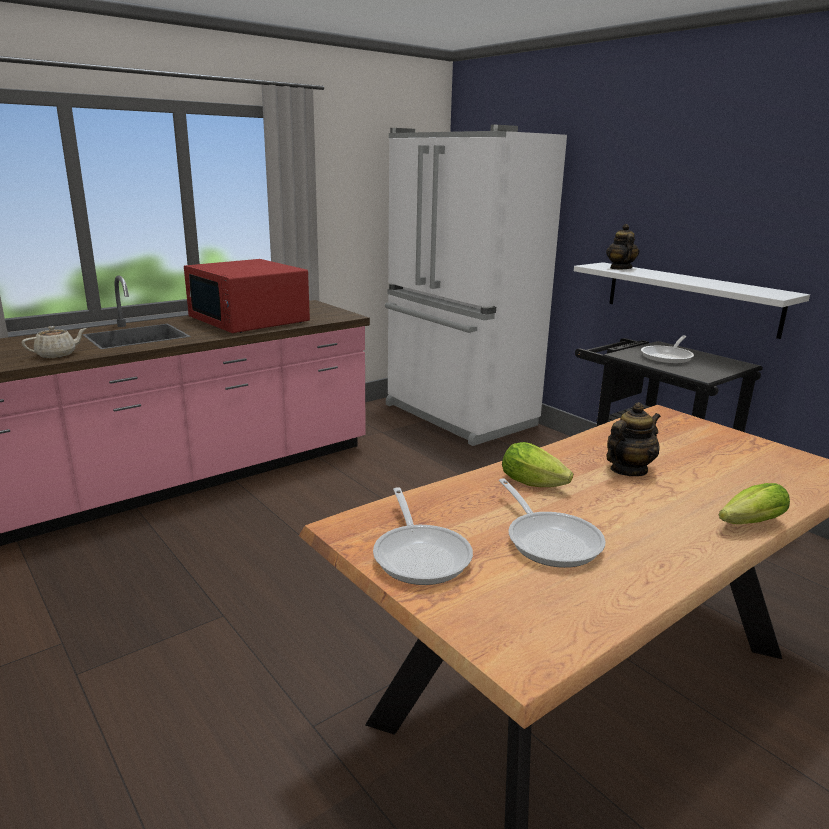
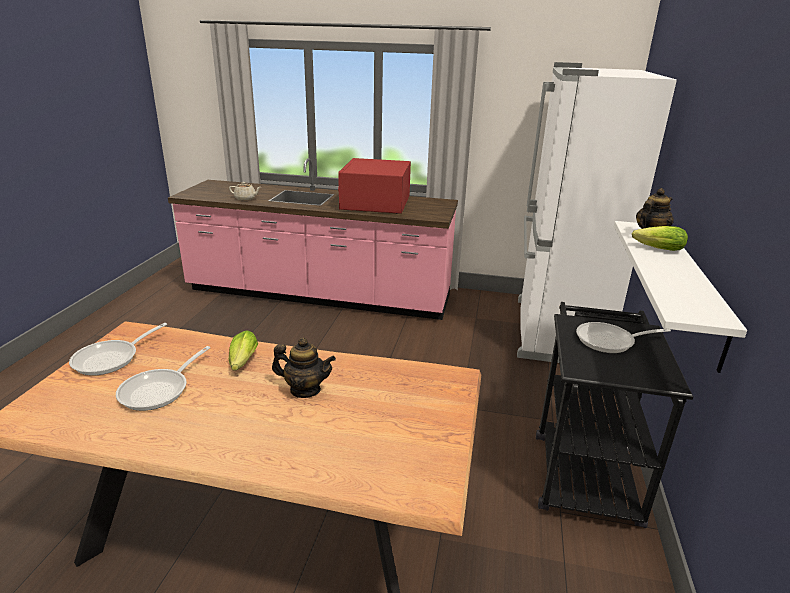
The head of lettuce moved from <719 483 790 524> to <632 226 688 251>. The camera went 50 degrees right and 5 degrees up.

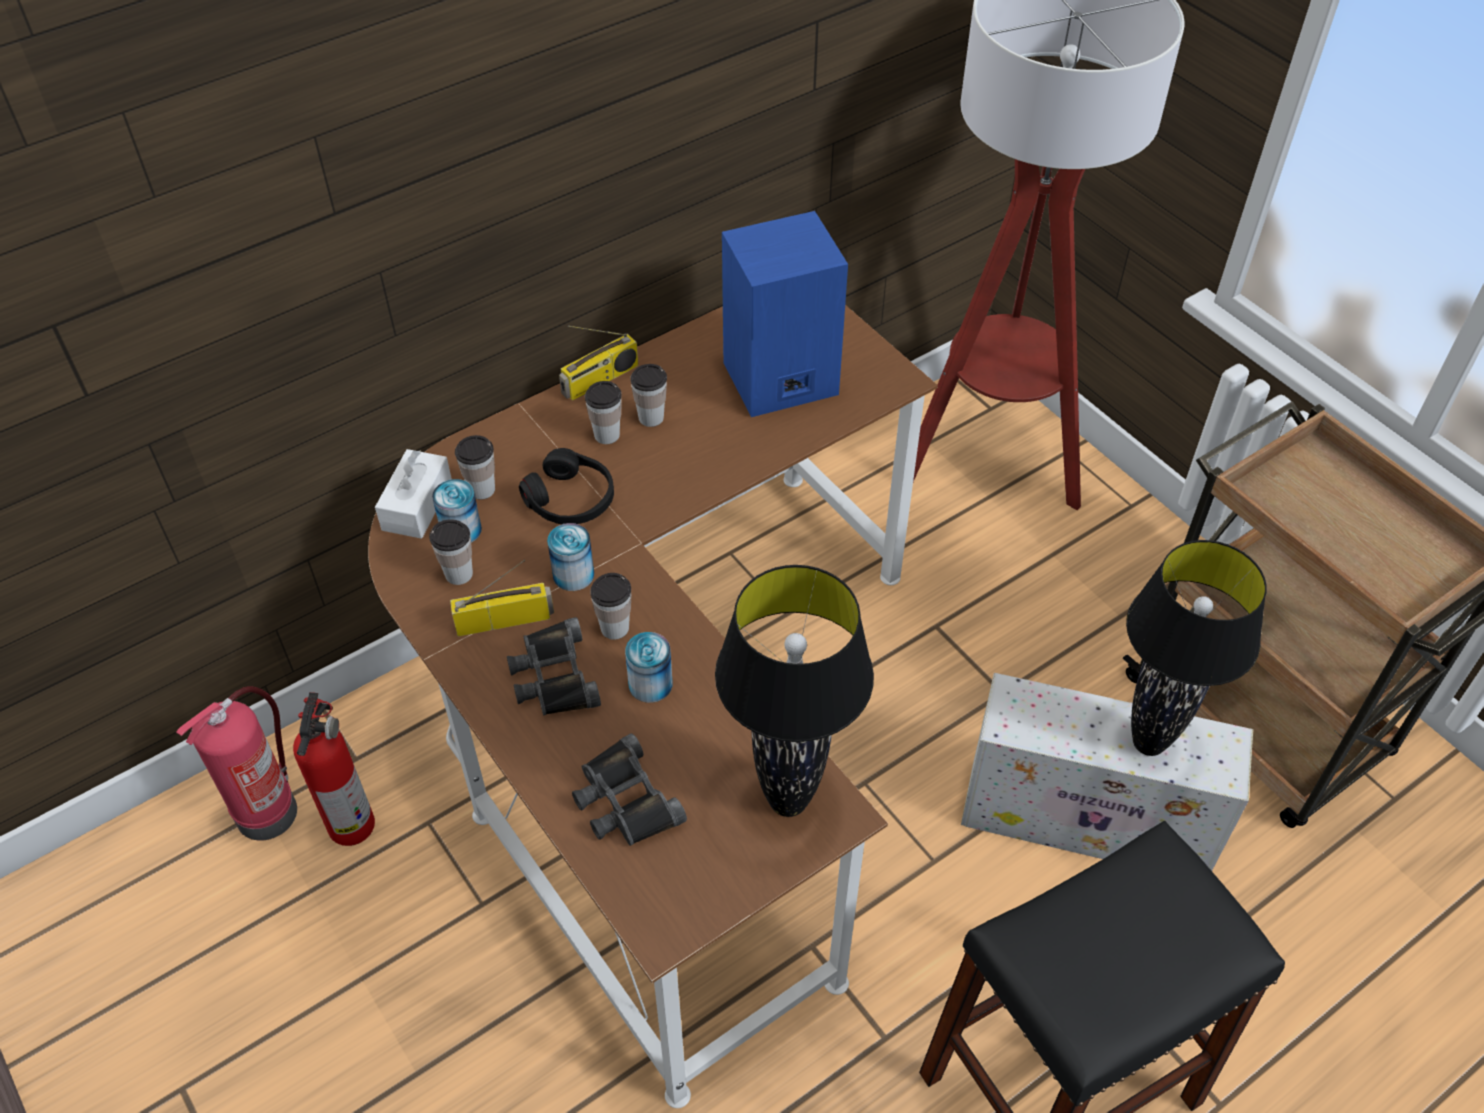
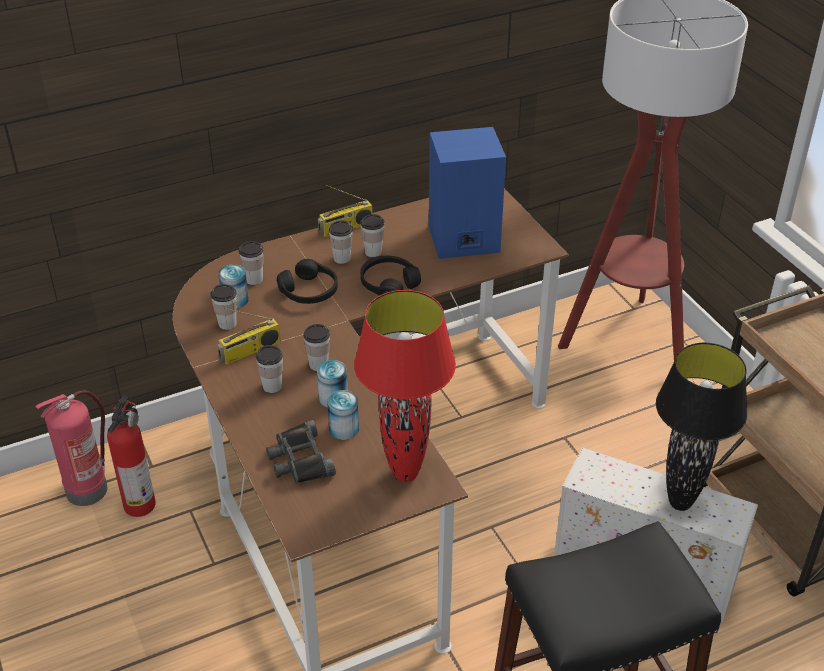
The white-coloured box of tissues at <375 449 452 539> disappeared. The black headset at <360 256 421 296> appeared. The sealed can moved from <547 523 594 591> to <327 390 359 440>. The black pair of binoculars at <507 617 601 716> was replaced by the small cup at <256 345 283 393>. The black tabletop lamp at <715 565 874 817> became the red-coloured tabletop lamp at <354 290 456 482>. The radio receiver at <450 560 554 637> turned 150 degrees clockwise. The camera went 10 degrees right and 10 degrees down.

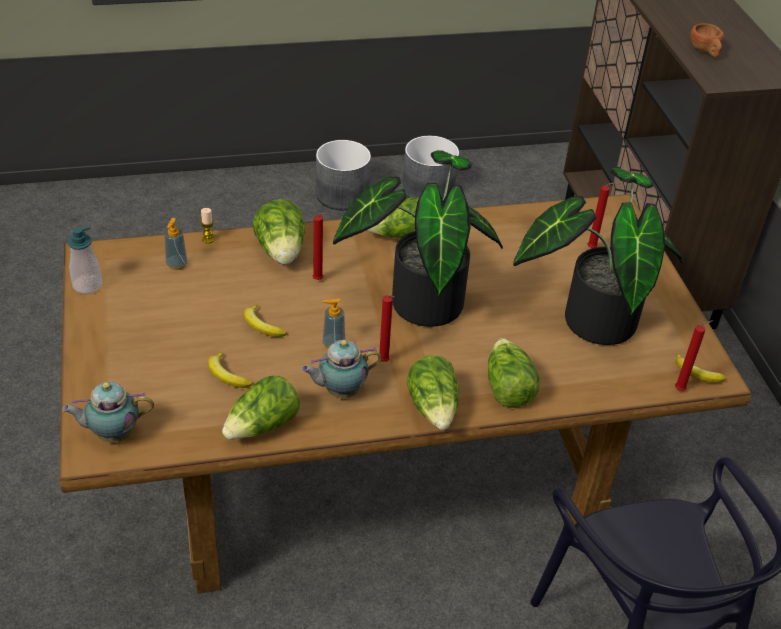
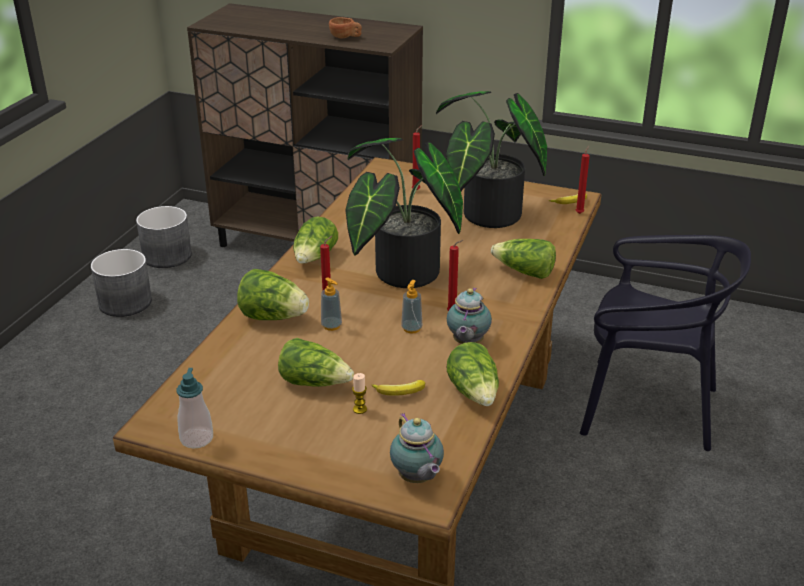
The banana at <244 305 287 337> disappeared. The soap bottle moved from <164 218 188 270> to <321 277 342 331>. The candle moved from <201 208 215 244> to <352 373 367 414>. The grey planter moved from <316 140 371 211> to <136 206 192 268>. The head of lettuce moved from <407 355 459 430> to <278 338 354 387>. The tea pot at <62 382 154 442> turned 45 degrees counterclockwise. The camera went 55 degrees left and 10 degrees down.

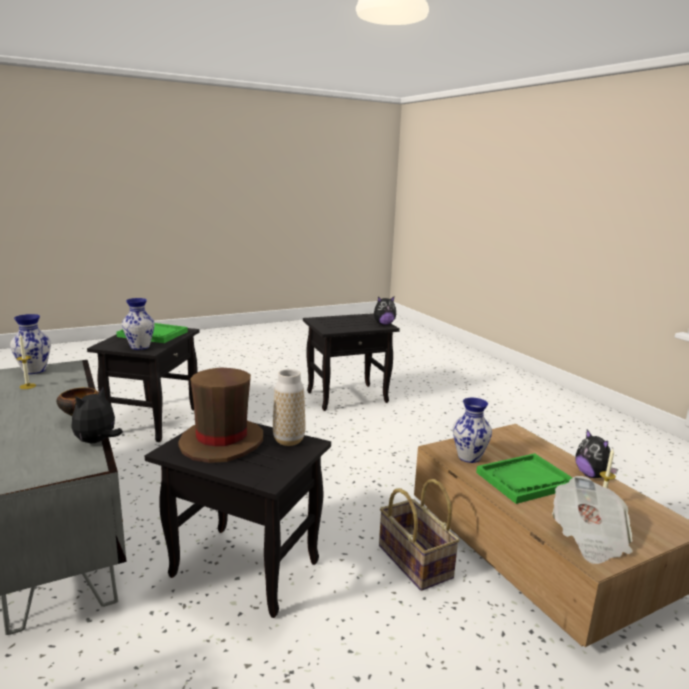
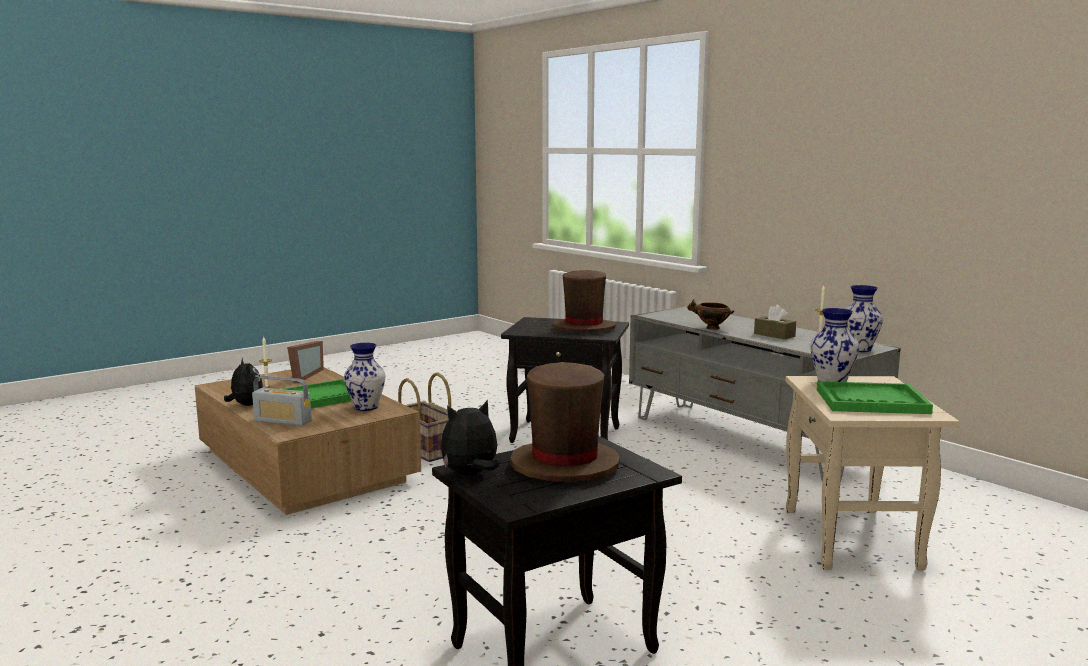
The cuddly toy at <71 387 123 443> disappeared. The decorative vase at <273 369 306 446> disappeared. The radio receiver at <252 376 312 426> appeared. The brown-coloured hat at <510 362 620 482> appeared. The brown-coloured box of tissues at <754 305 796 340> appeared. The newspaper at <552 476 633 564> was replaced by the standing frame at <287 341 324 383>. The black accent table at <87 328 200 442> became the sand-coloured accent table at <785 376 959 570>. The camera went 170 degrees right and 5 degrees down.

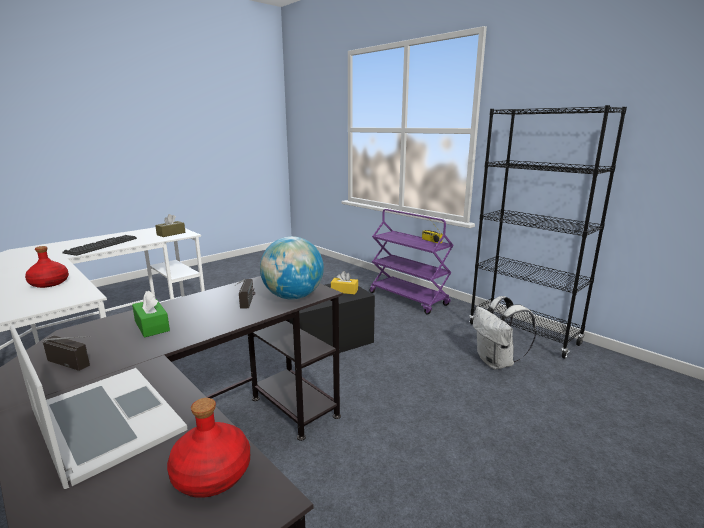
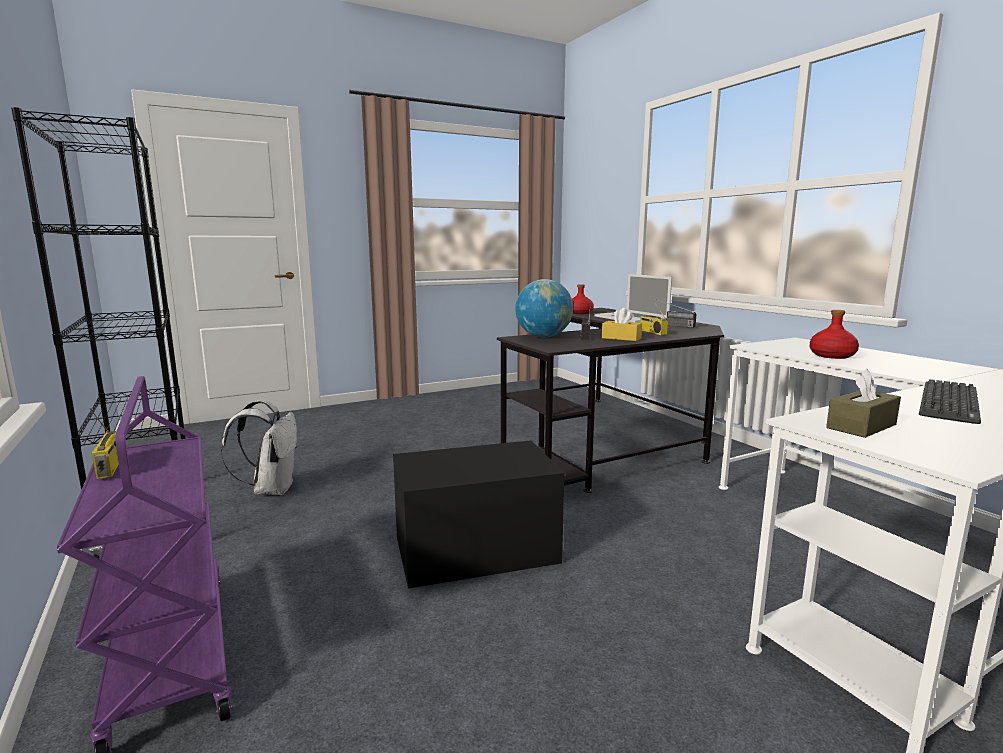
The yellow box of tissues moved from <331 271 358 294> to <602 308 642 341>. The green box of tissues at <132 290 170 338> was replaced by the radio receiver at <640 296 668 335>. The camera went 165 degrees left and 5 degrees down.

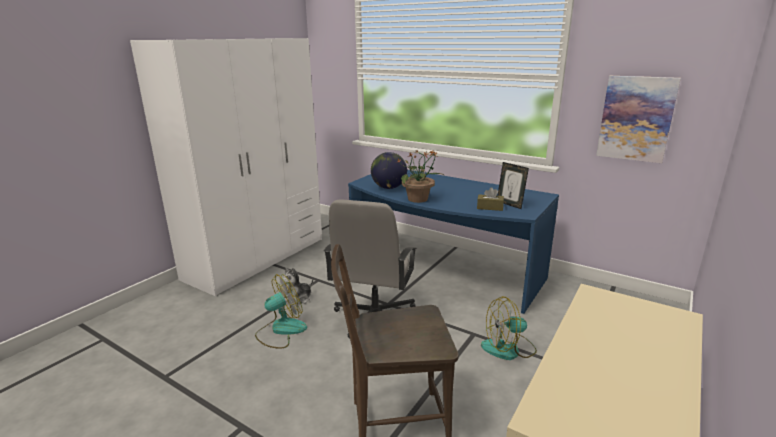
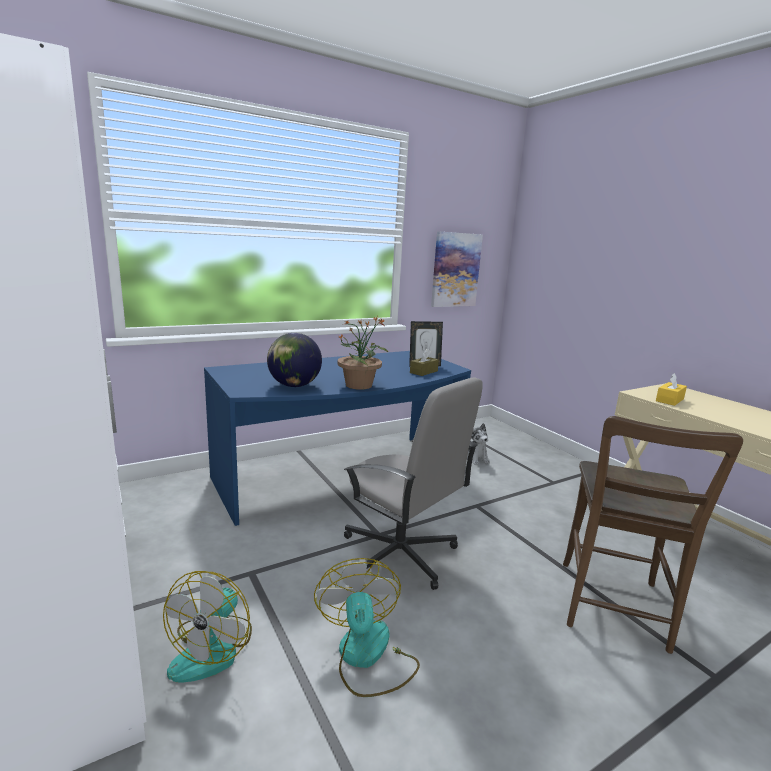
The yellow box of tissues at <656 373 687 406> appeared. The cuddly toy moved from <283 268 313 306> to <467 423 490 465>. The fan moved from <481 296 537 360> to <163 571 252 683>. The camera went 65 degrees left and 5 degrees down.

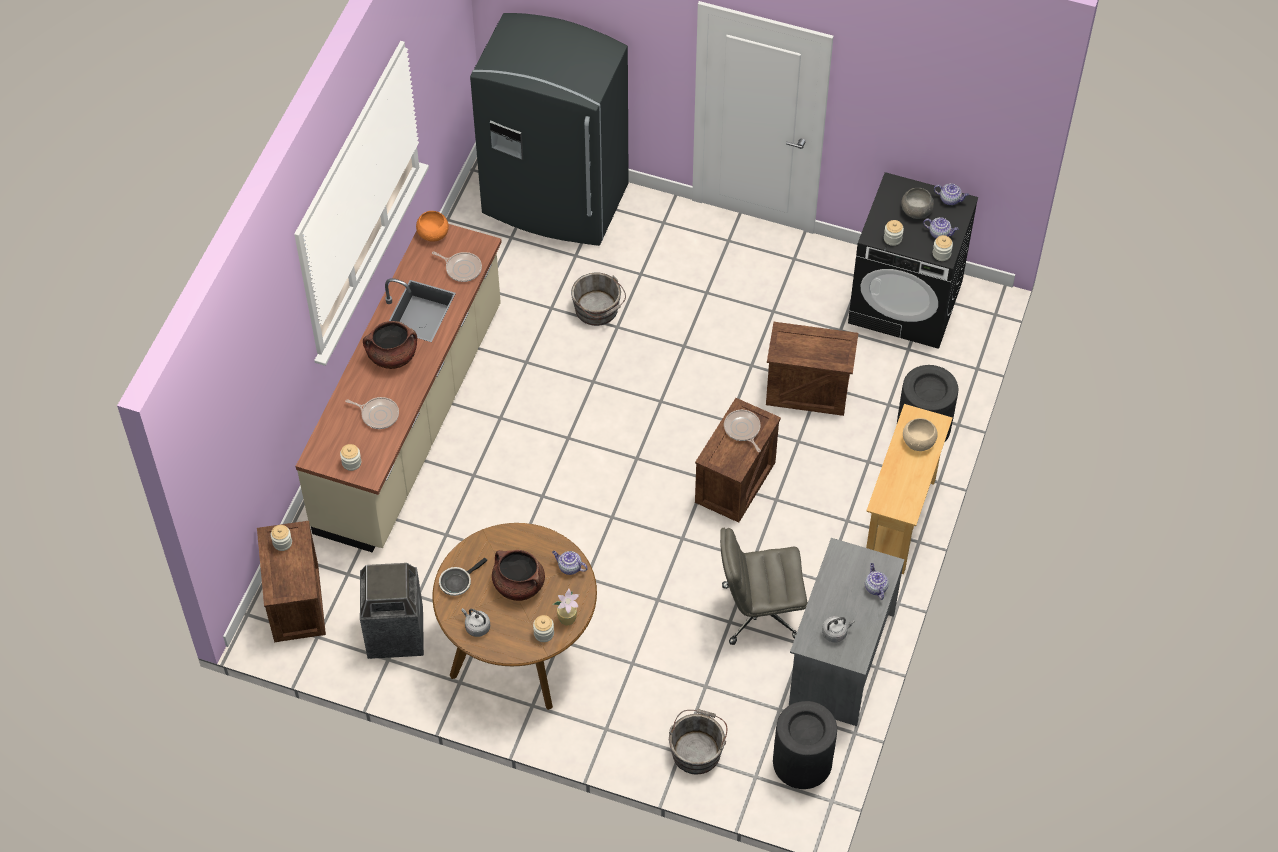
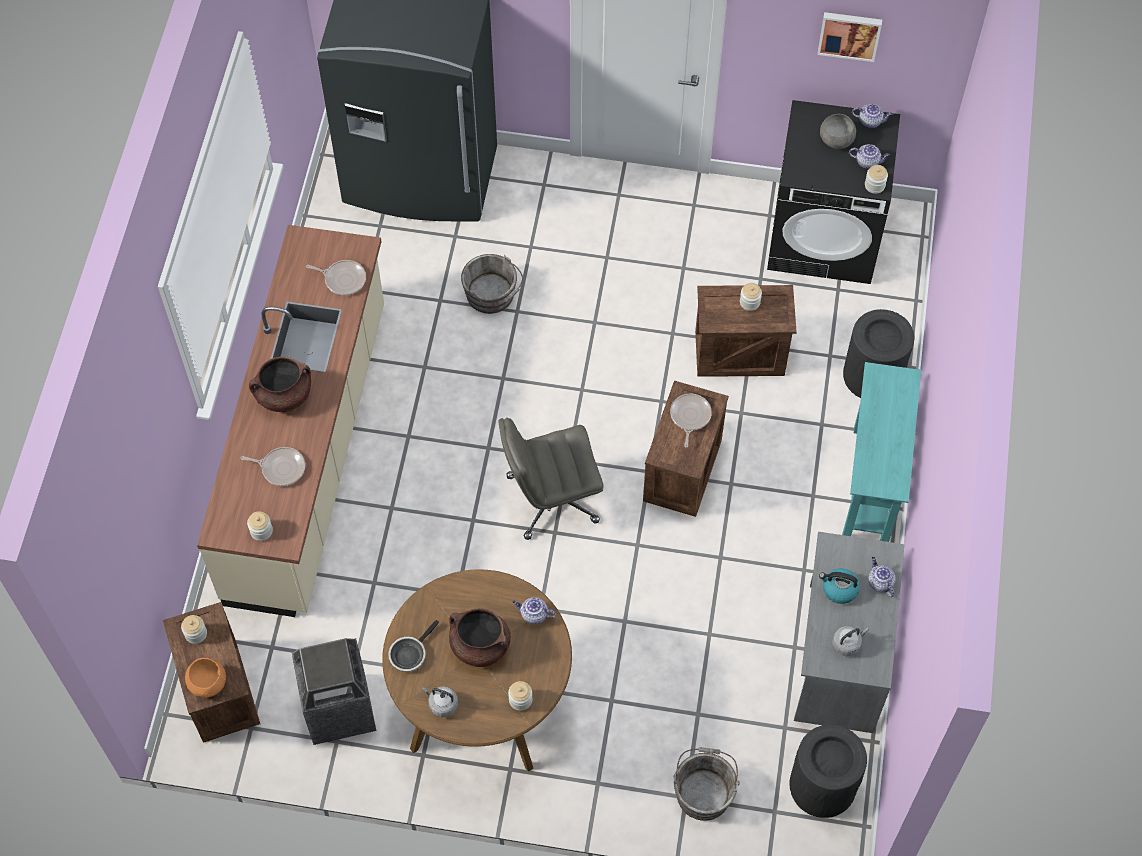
The potted plant at <553 589 579 626> disappeared. The sand-coloured bowl at <903 418 938 451> disappeared. The wall picture at <817 12 882 62> appeared. The tea kettle at <819 568 860 604> appeared. The orange-coloured bowl moved from <416 211 449 242> to <185 658 226 698>. The grey desk chair moved from <720 528 807 645> to <499 418 604 540>. The preserve jar moved from <884 220 904 246> to <740 283 762 311>. The sand-coloured console table at <866 404 953 574> became the blue-green console table at <842 362 921 542>. The frying pan at <724 410 761 452> turned 45 degrees clockwise. The camera went 10 degrees left and 5 degrees up.

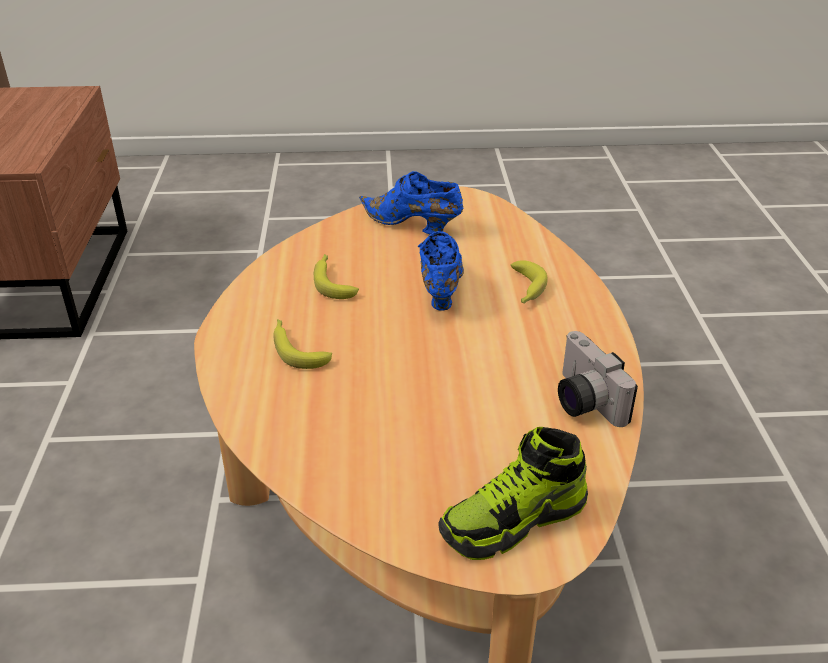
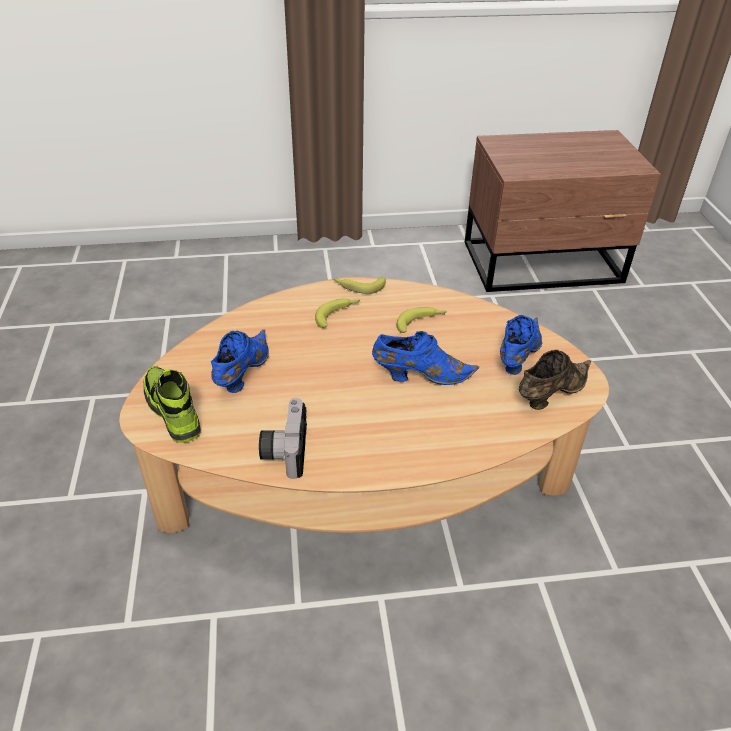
The blue shoe at <211 329 269 393> appeared. The brown-coloured shoe at <519 350 591 410> appeared. The banana moved from <510 260 548 304> to <333 277 386 294>. The photo camera at <558 331 638 427> turned 60 degrees counterclockwise. The camera went 85 degrees right and 5 degrees up.

